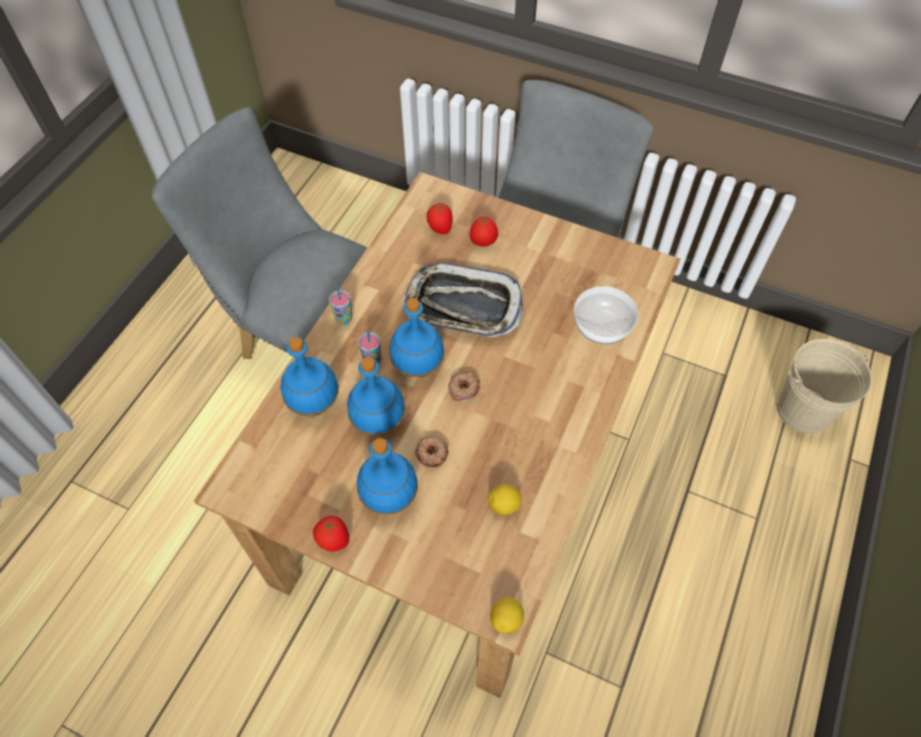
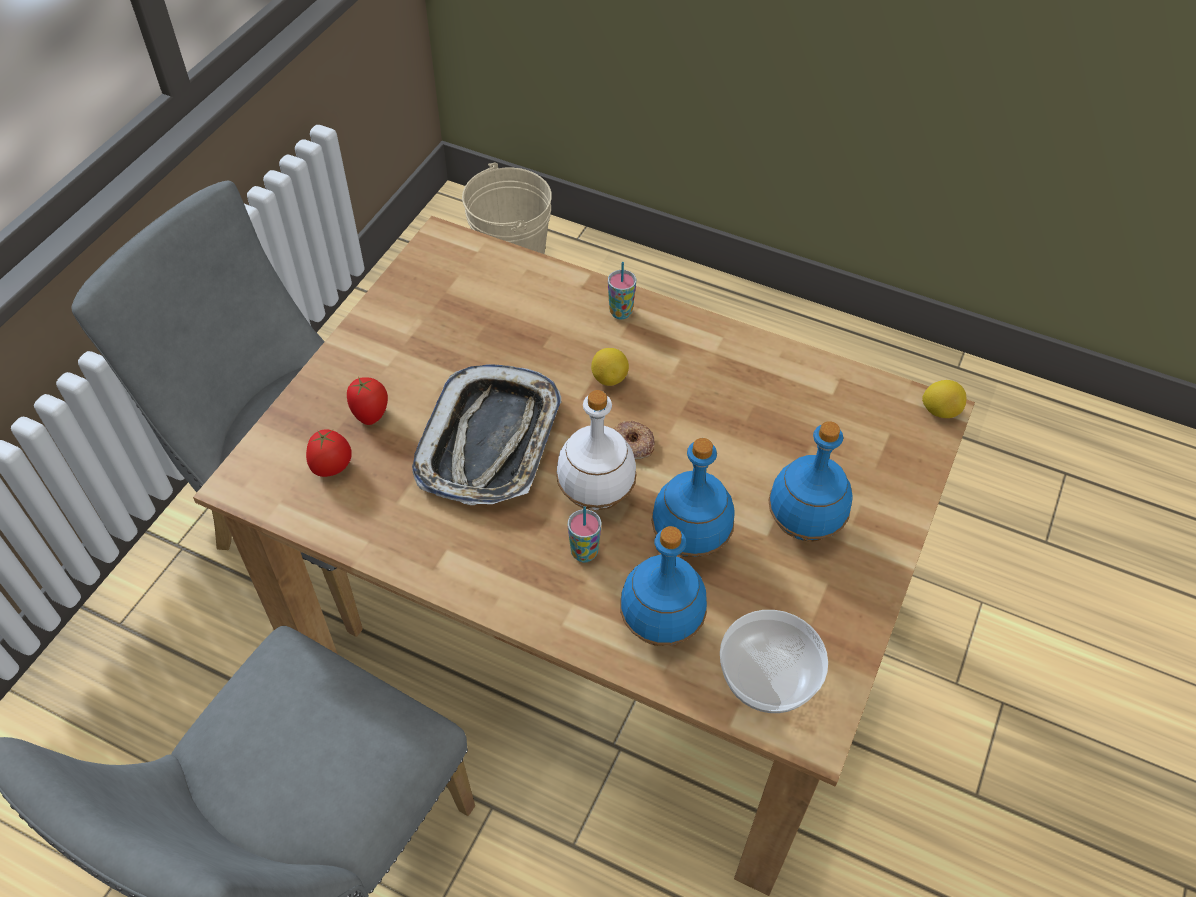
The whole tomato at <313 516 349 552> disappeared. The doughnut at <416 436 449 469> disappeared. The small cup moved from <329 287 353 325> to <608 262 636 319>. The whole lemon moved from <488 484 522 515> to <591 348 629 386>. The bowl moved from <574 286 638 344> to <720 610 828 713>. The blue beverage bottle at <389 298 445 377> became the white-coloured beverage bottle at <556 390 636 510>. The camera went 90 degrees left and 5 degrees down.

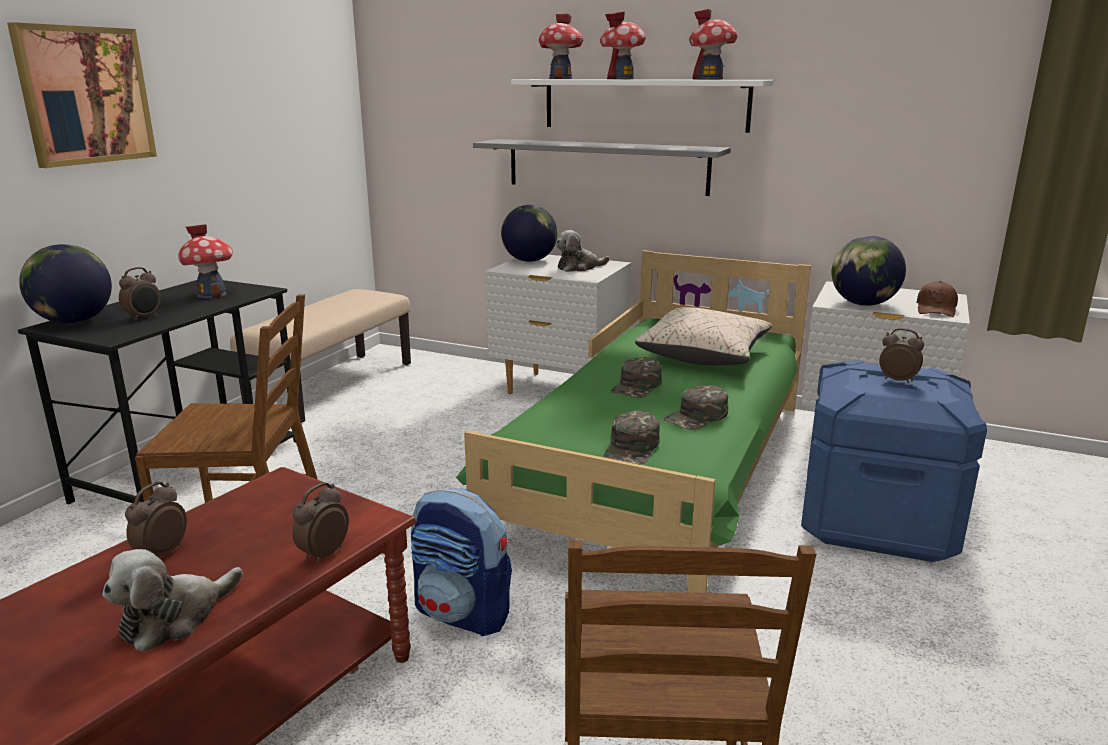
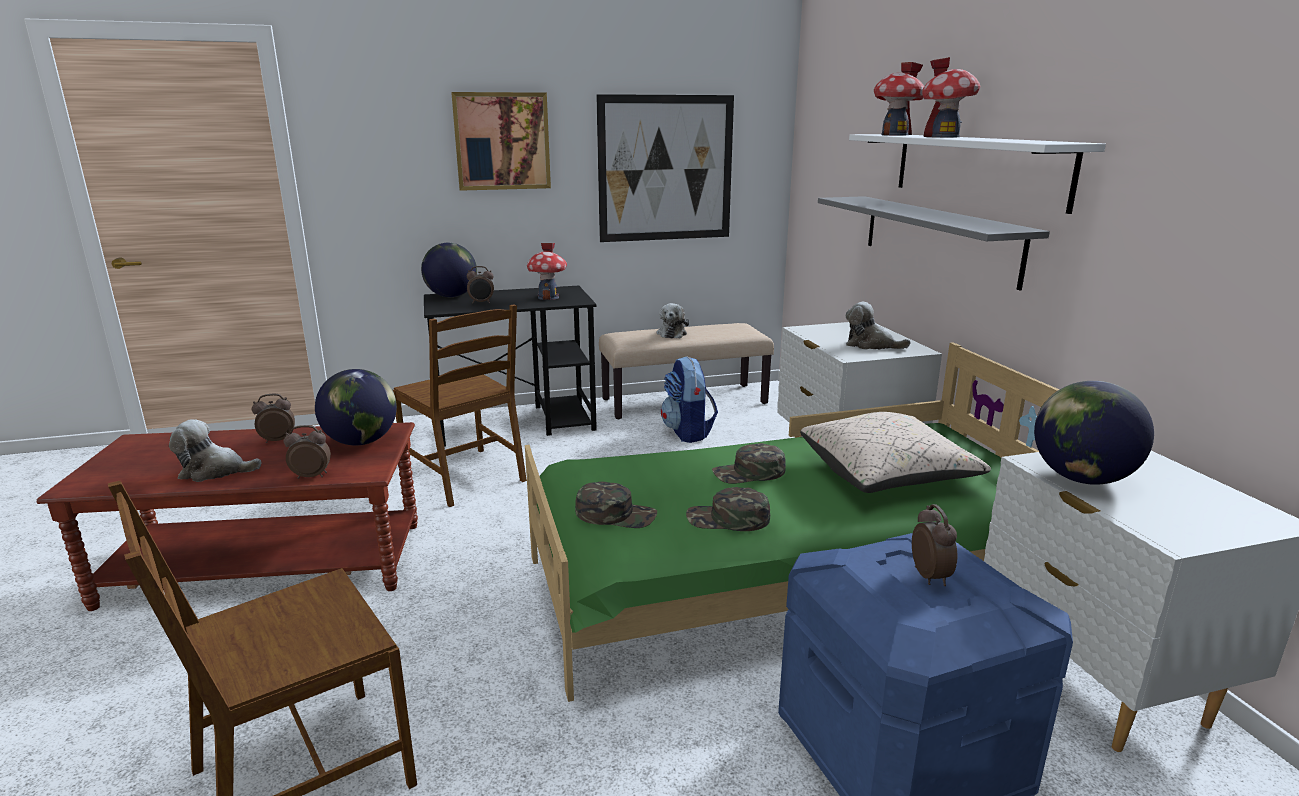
The model house at <689 9 738 79> disappeared. The brown-coloured baseball cap at <916 281 958 317> disappeared. The wall picture at <596 94 734 242> appeared. The cuddly toy at <657 303 689 338> appeared. The knapsack moved from <411 489 512 636> to <661 356 718 443>. The world globe moved from <501 205 557 262> to <315 369 397 446>. The green baseball cap at <604 411 660 464> turned 150 degrees counterclockwise. The camera went 50 degrees right and 0 degrees up.

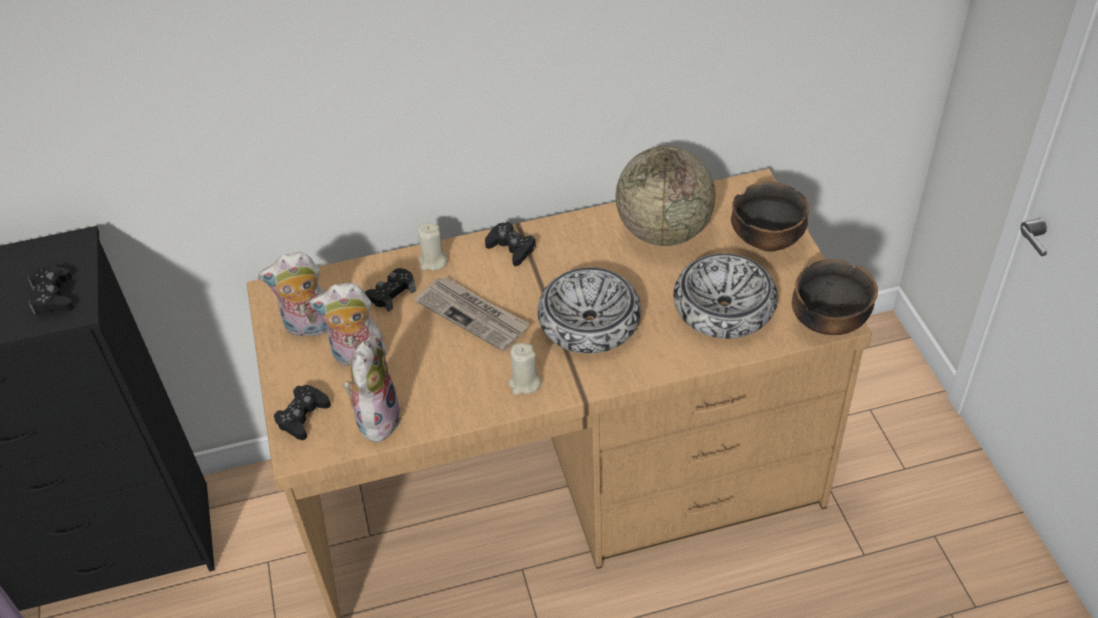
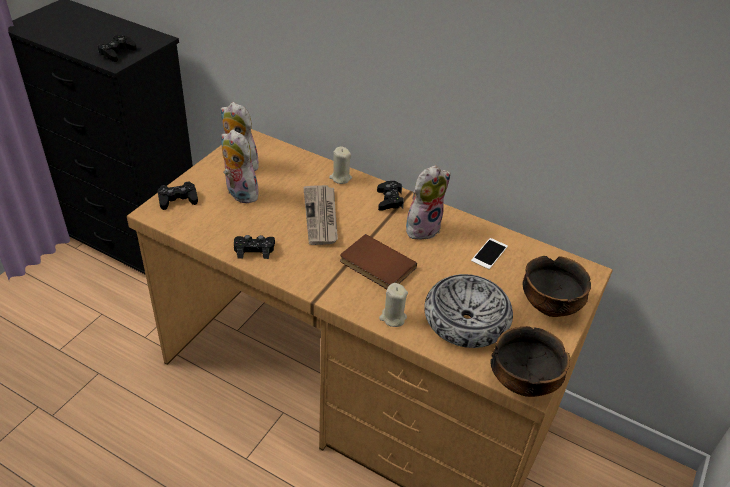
The cuddly toy moved from <344 335 401 442> to <406 165 451 240>. The black gamepad moved from <365 268 416 312> to <234 235 275 259>. The sand-coloured candle moved from <509 343 542 395> to <379 283 408 327>. The bowl at <537 267 641 354> was replaced by the brown-coloured bound book at <340 234 417 289>. The world globe at <616 146 715 246> was replaced by the phone at <471 238 508 270>. The camera went 40 degrees right and 5 degrees down.

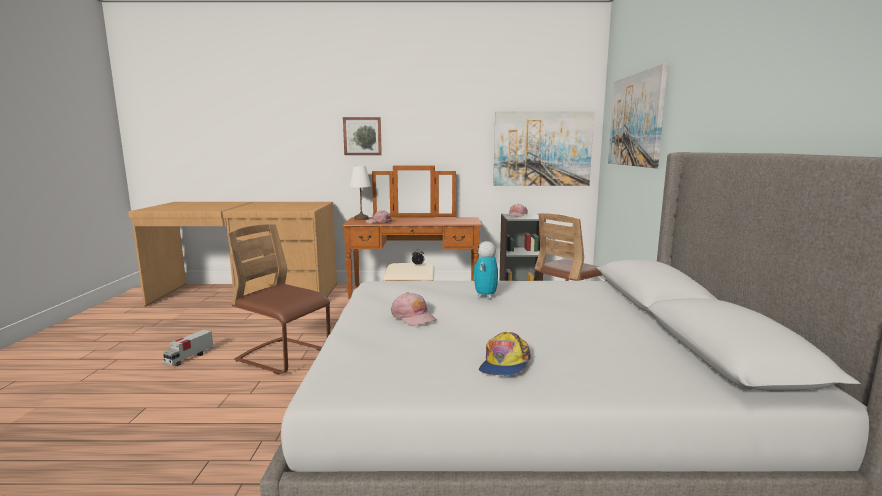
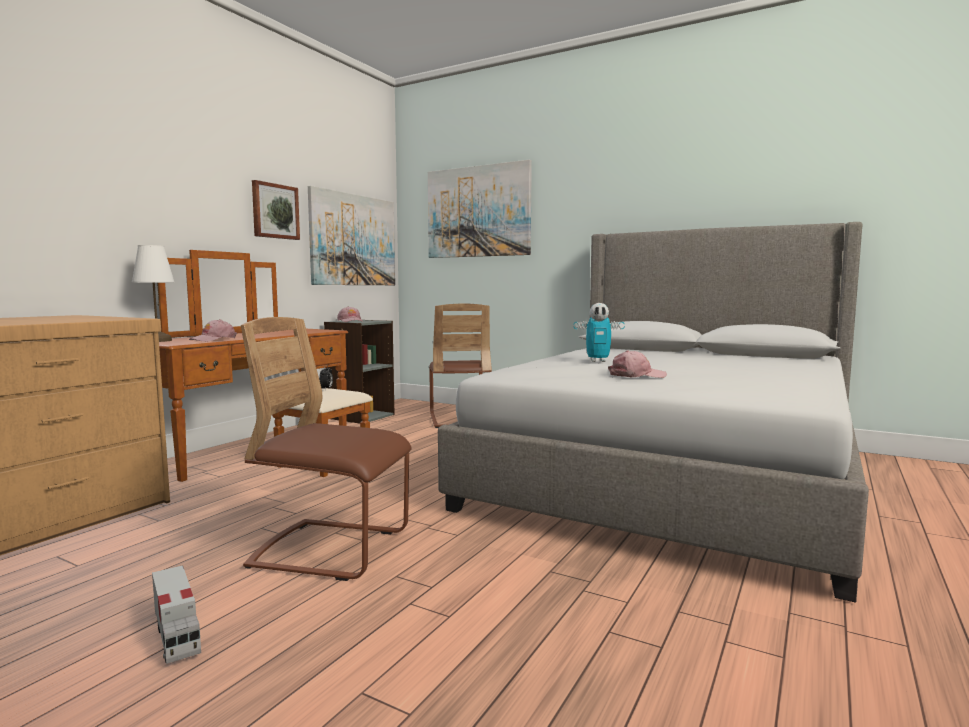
The baseball cap at <479 332 531 375> disappeared. The wall picture moved from <343 117 382 155> to <252 180 300 240>. The brown-coloured upright chair at <227 224 330 375> turned 45 degrees clockwise. The toy robot at <473 241 498 298> turned 45 degrees counterclockwise. The camera went 60 degrees left and 5 degrees down.

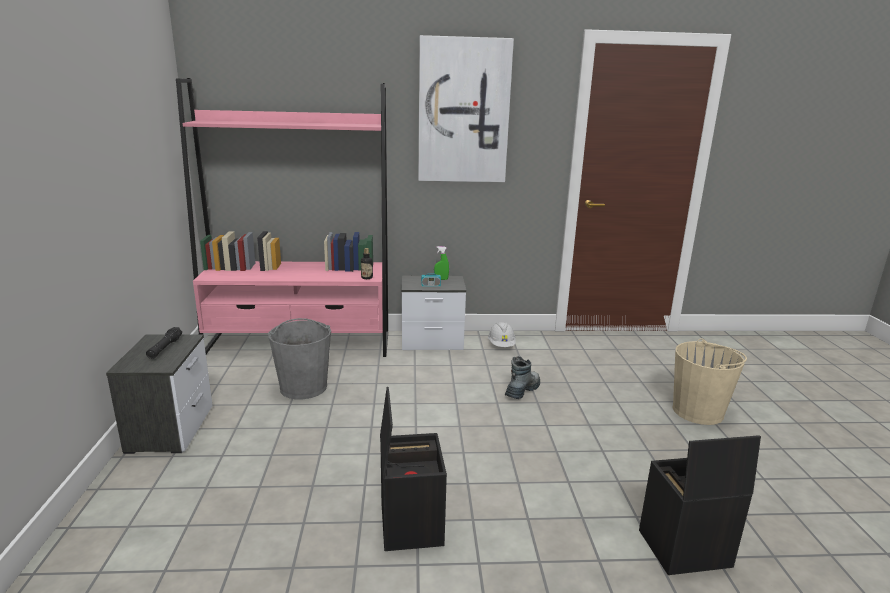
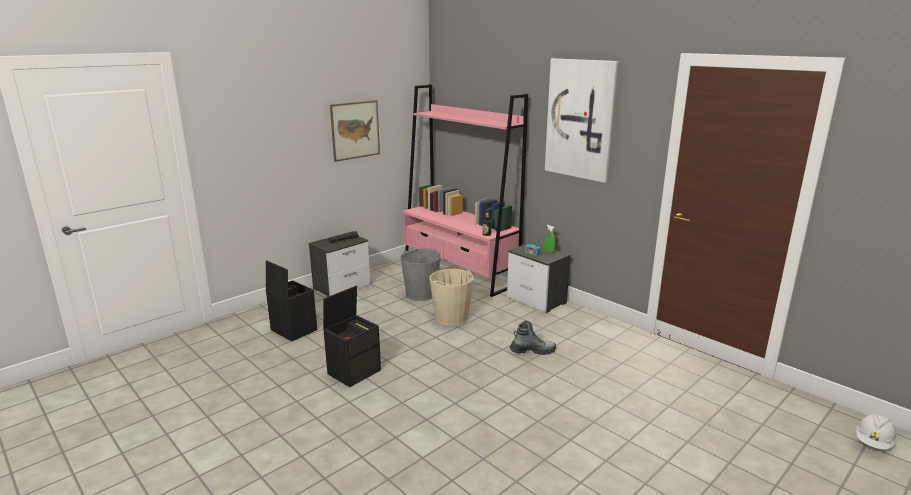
The wall picture at <330 100 380 162> appeared. The white-coloured safety helmet moved from <488 322 516 347> to <856 413 897 450>. The black storage bin moved from <639 435 761 575> to <266 260 317 342>. The sand-coloured bucket moved from <672 338 747 425> to <429 269 474 326>. The camera went 50 degrees right and 0 degrees up.

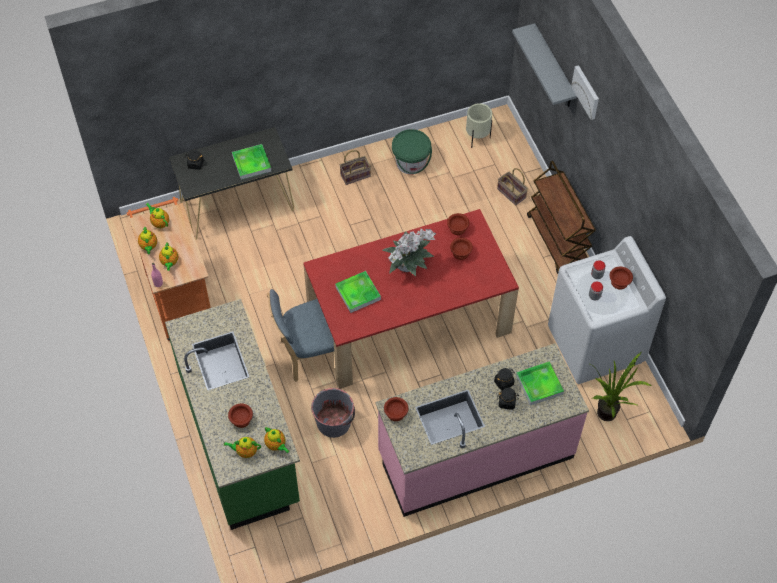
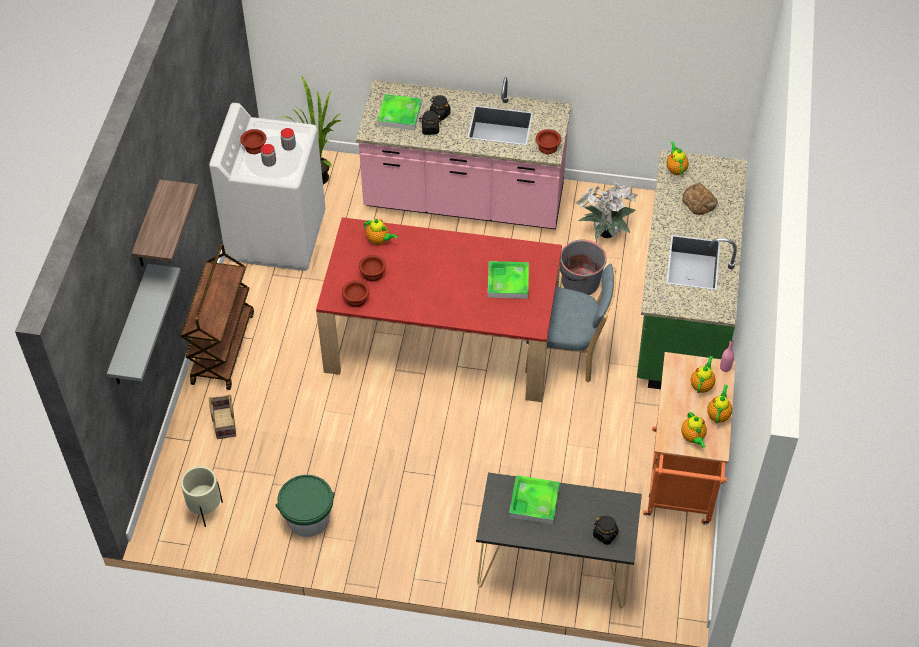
The household basket at <340 150 371 185> disappeared. The tea pot moved from <224 437 261 458> to <363 219 398 245>. The potted plant moved from <382 229 436 276> to <576 182 638 240>. The brown-coloured bowl at <228 403 253 428> was replaced by the baked bread at <682 183 718 215>. The wall picture at <571 65 599 120> was replaced by the shelf at <131 180 199 267>. The camera went 150 degrees left and 5 degrees down.

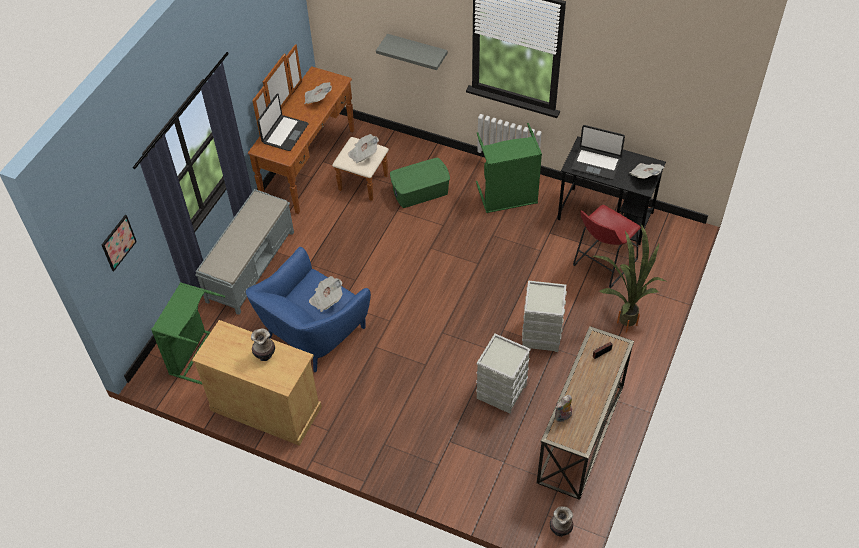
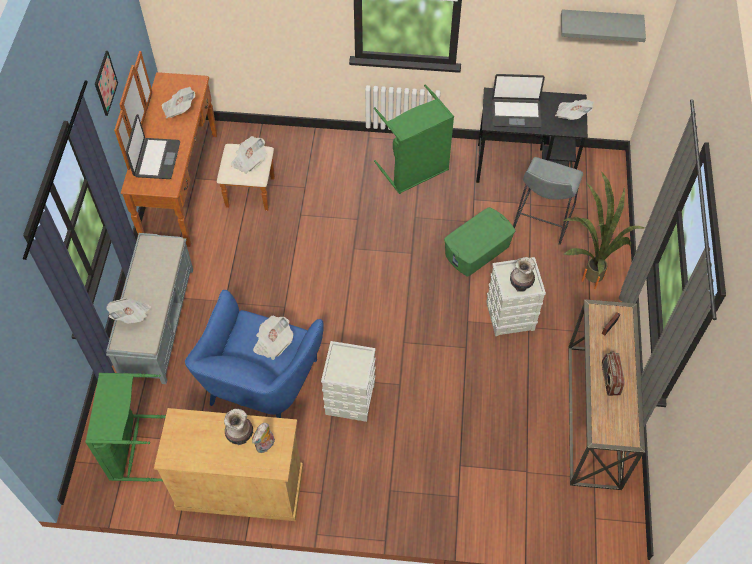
The newspaper at <106 297 151 324> appeared. The radio receiver at <602 351 625 396> appeared. The wall picture moved from <102 215 137 271> to <95 51 118 116>. The grey shelf moved from <376 34 448 70> to <561 9 646 42>. The green storage bin moved from <390 158 450 208> to <444 207 515 277>. The grey storage bin moved from <476 334 530 413> to <321 341 376 422>. The decorative vase moved from <550 506 573 537> to <510 257 536 292>. The cuddly toy moved from <555 395 572 422> to <252 423 275 453>. The red-coloured sitting stool at <573 205 641 288> became the grey sitting stool at <513 157 583 245>. The camera went 20 degrees left and 5 degrees up.

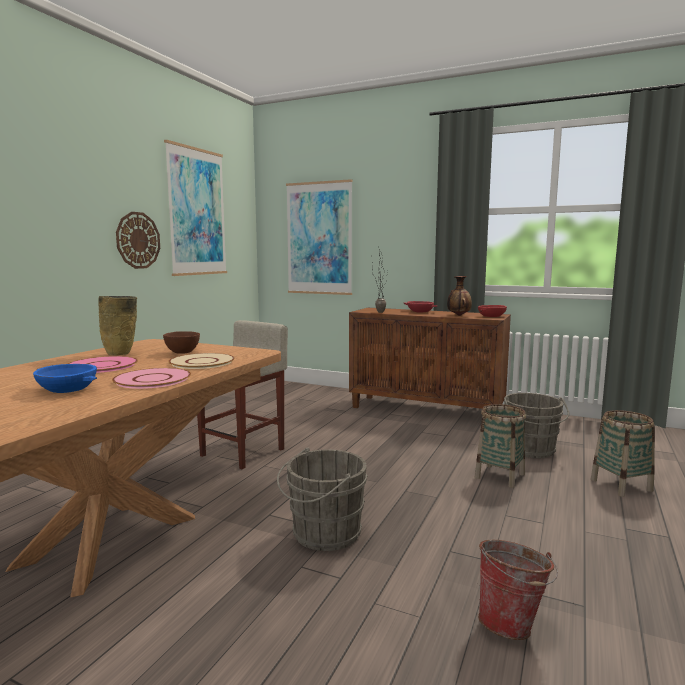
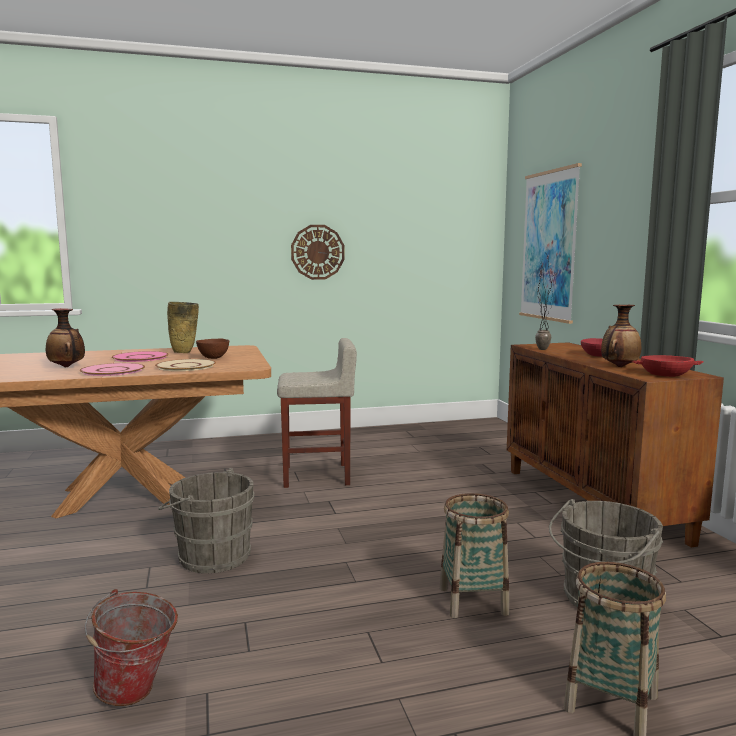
The wall picture at <164 140 227 276> disappeared. The blue bowl at <33 364 97 393> was replaced by the decorative vase at <46 308 85 367>. The camera went 50 degrees right and 0 degrees up.

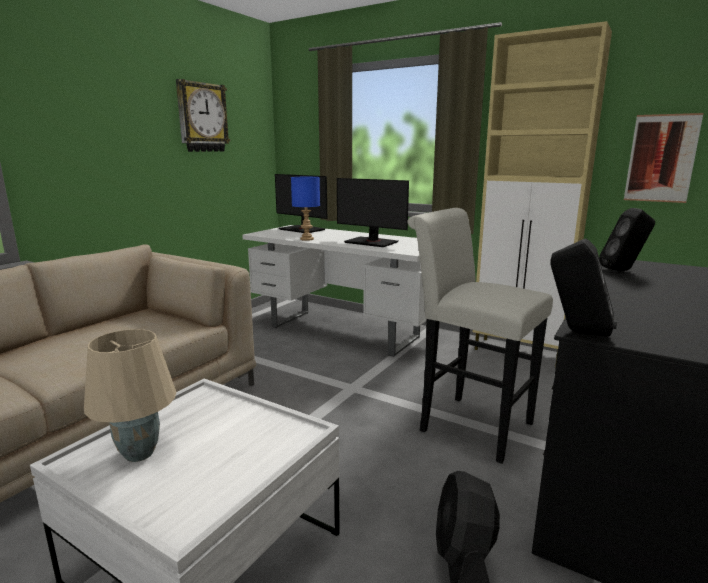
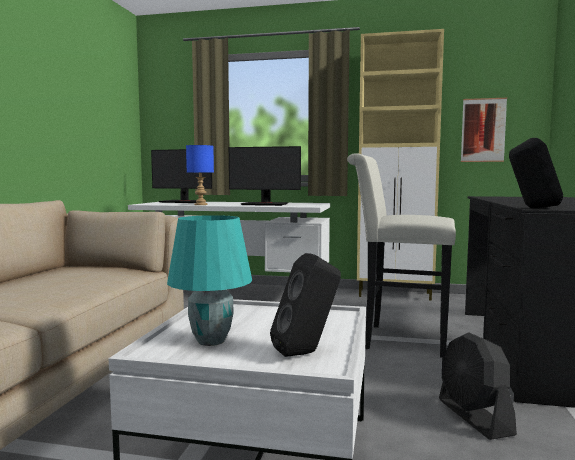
The hanging clock at <176 79 230 152> disappeared. The black speaker moved from <599 208 655 271> to <270 253 341 357>. The sand-coloured tabletop lamp at <84 329 177 462> became the blue-green tabletop lamp at <167 215 252 346>. The camera went 20 degrees left and 10 degrees down.

